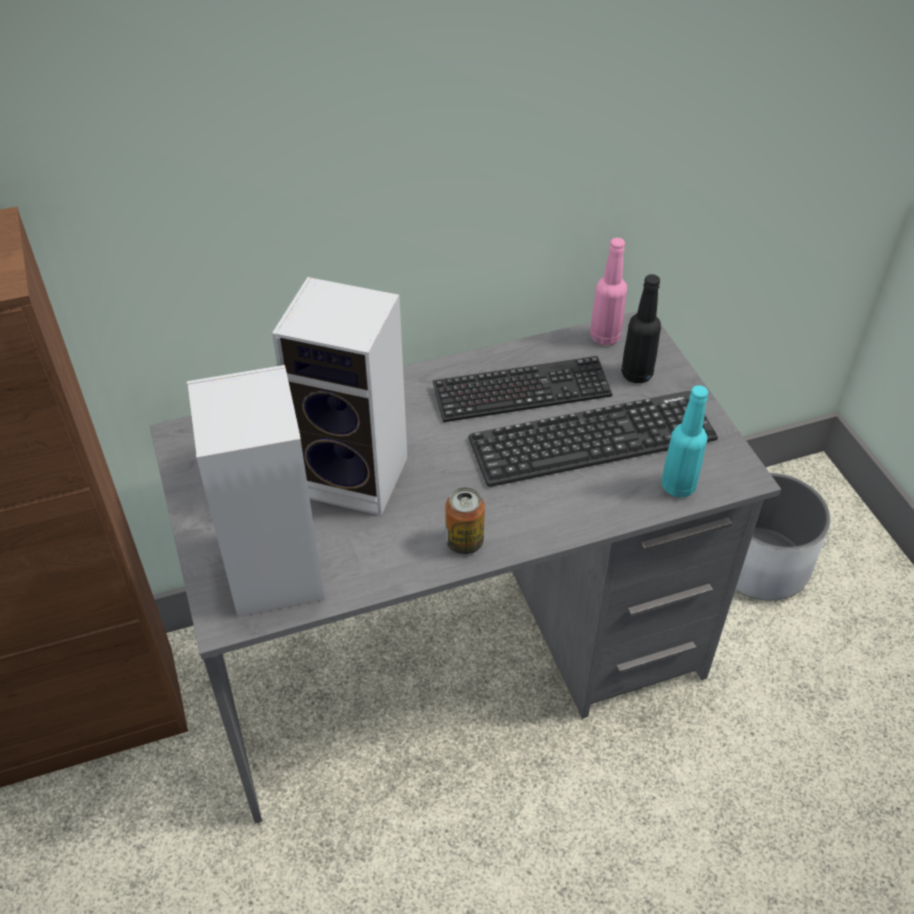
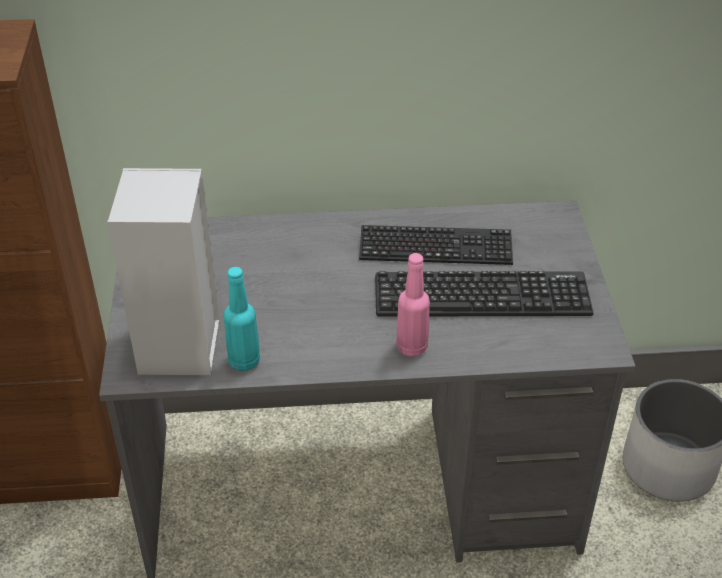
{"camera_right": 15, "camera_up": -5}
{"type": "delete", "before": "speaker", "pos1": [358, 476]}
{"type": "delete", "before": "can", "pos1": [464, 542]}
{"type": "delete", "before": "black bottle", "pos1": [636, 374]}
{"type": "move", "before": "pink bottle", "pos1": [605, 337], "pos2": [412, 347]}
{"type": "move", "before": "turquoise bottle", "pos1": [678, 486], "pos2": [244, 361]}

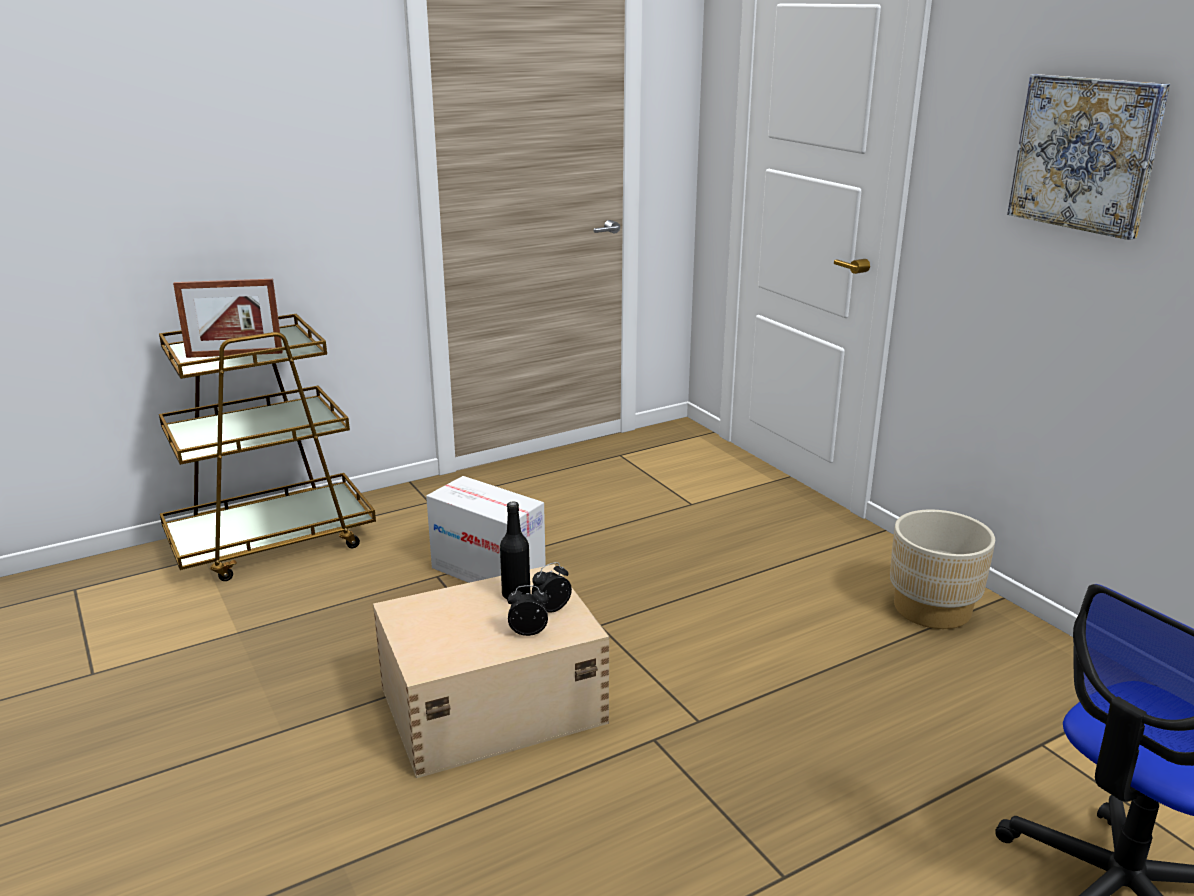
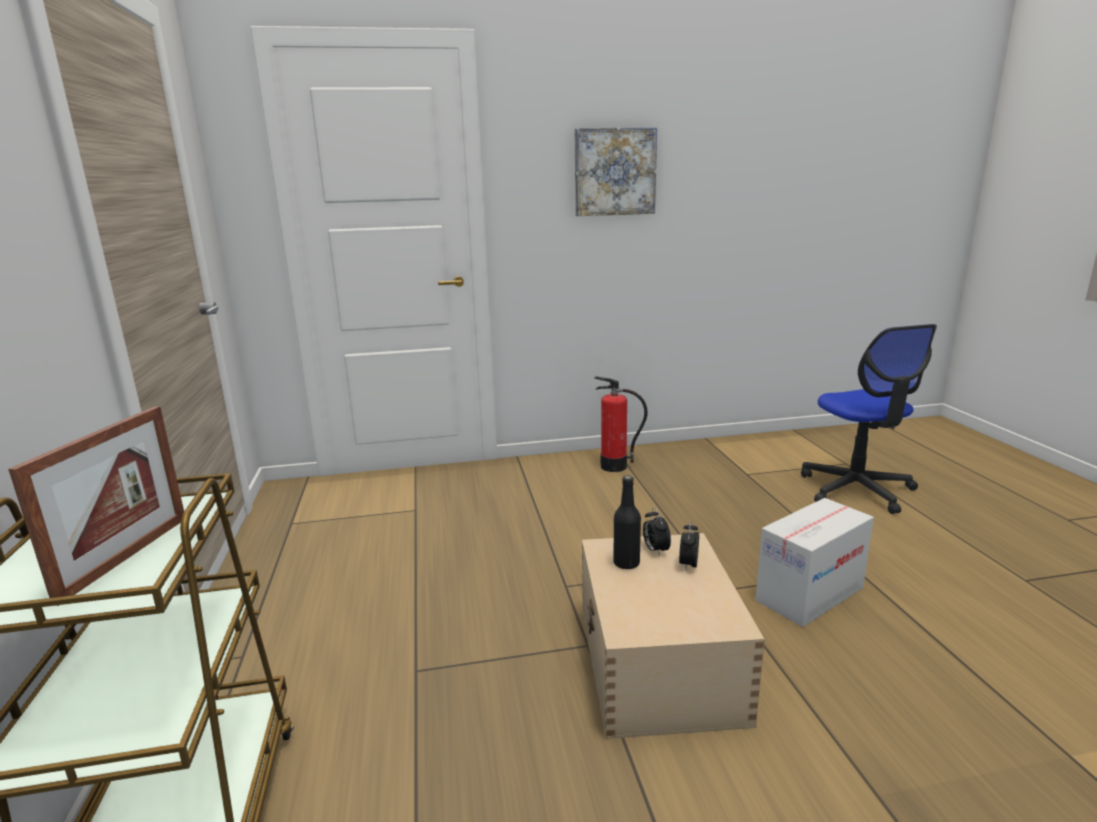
{"camera_right": -70, "camera_up": -5}
{"type": "move", "before": "cardboard box", "pos1": [488, 572], "pos2": [809, 594]}
{"type": "replace", "before": "beige planter", "after": "fire extinguisher", "pos1": [931, 608], "pos2": [614, 466]}

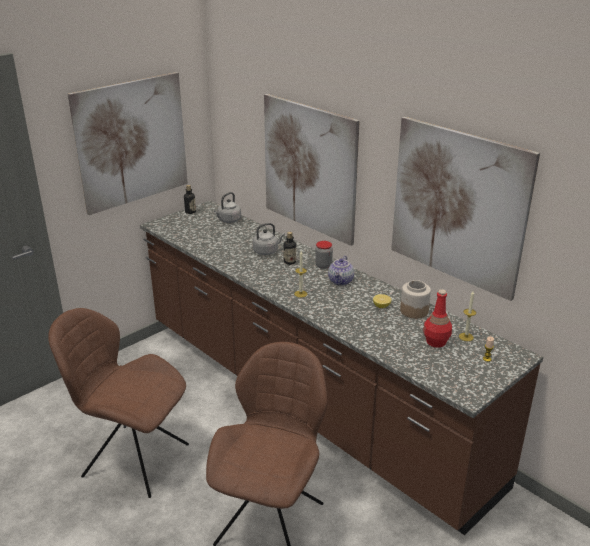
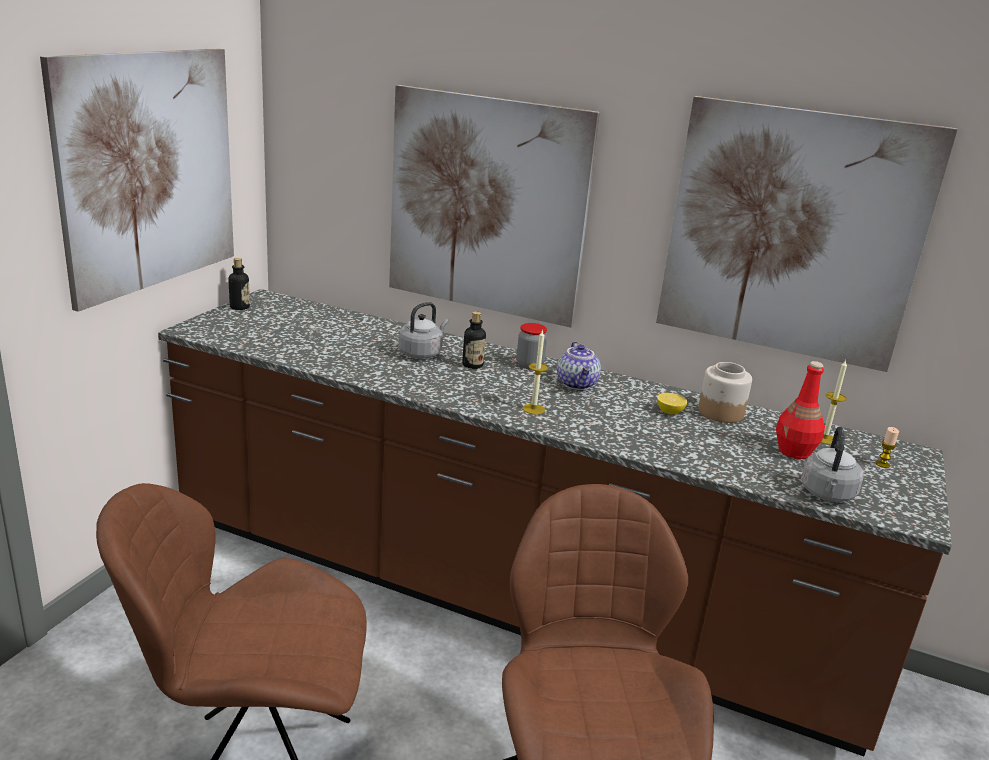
{"camera_right": -25, "camera_up": -5}
{"type": "move", "before": "grey kettle", "pos1": [228, 220], "pos2": [827, 494]}

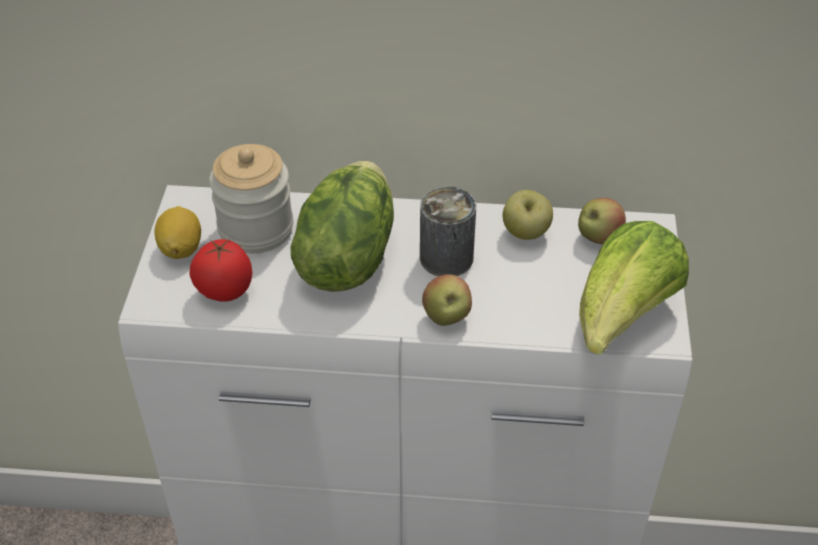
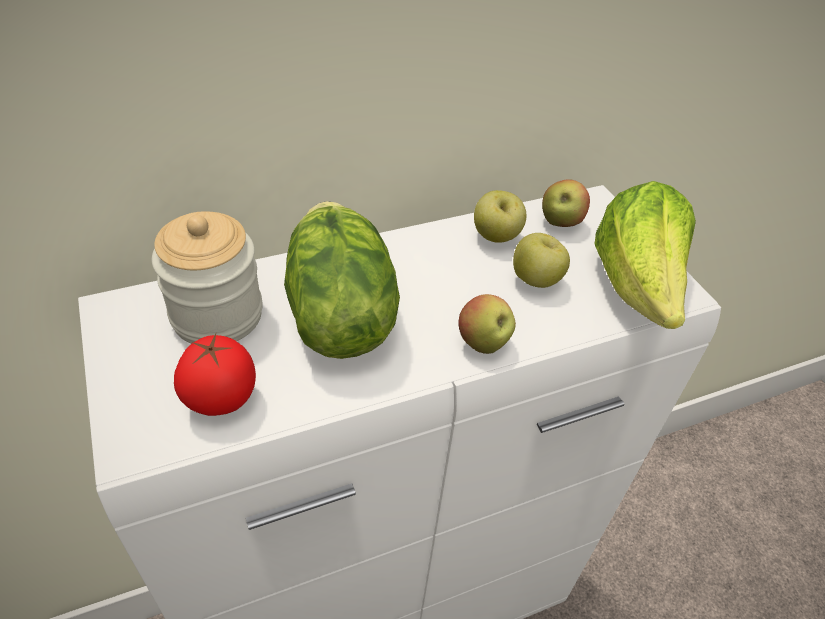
{"camera_right": -30, "camera_up": 0}
{"type": "delete", "before": "lemon", "pos1": [181, 248]}
{"type": "delete", "before": "can", "pos1": [446, 258]}
{"type": "insert", "after": "apple", "pos2": [536, 280]}

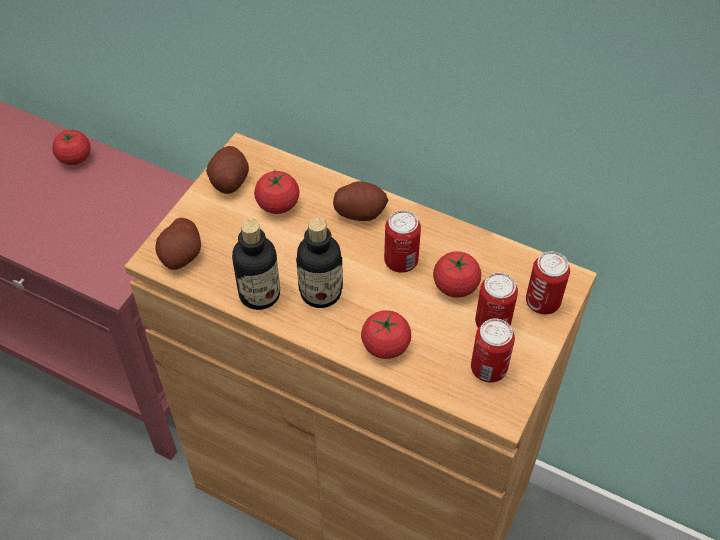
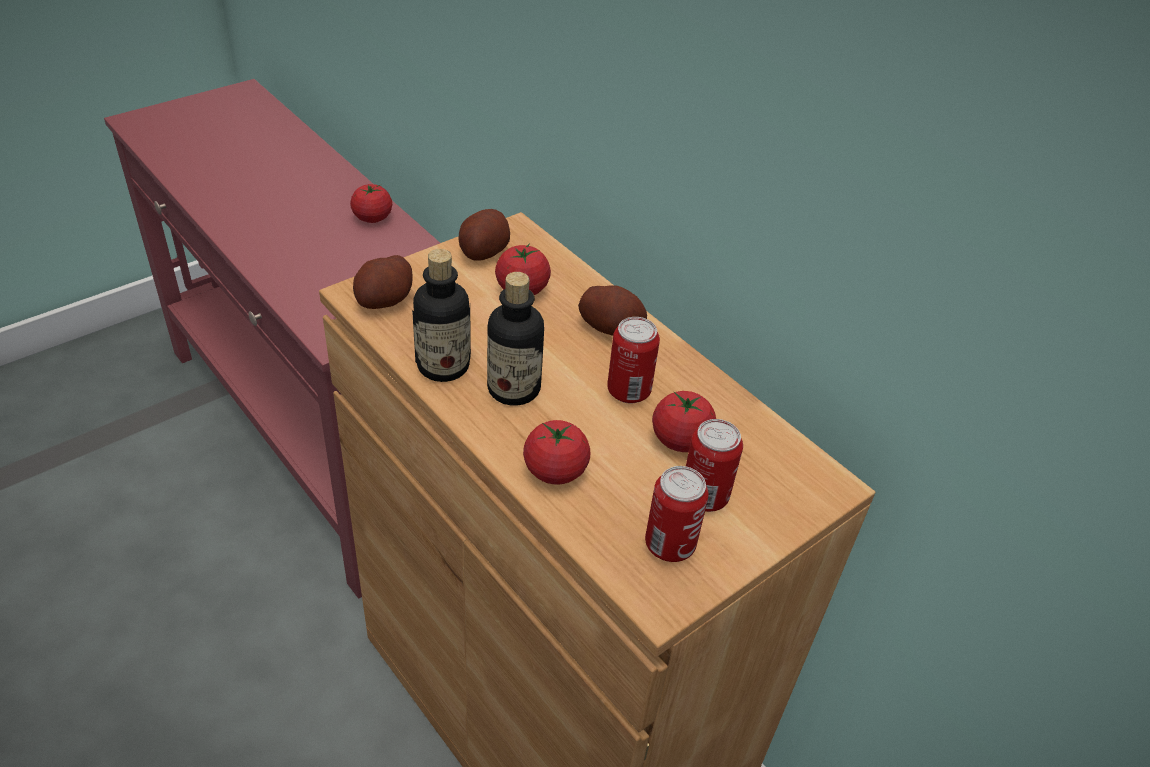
{"camera_right": 20, "camera_up": -10}
{"type": "delete", "before": "can", "pos1": [542, 302]}

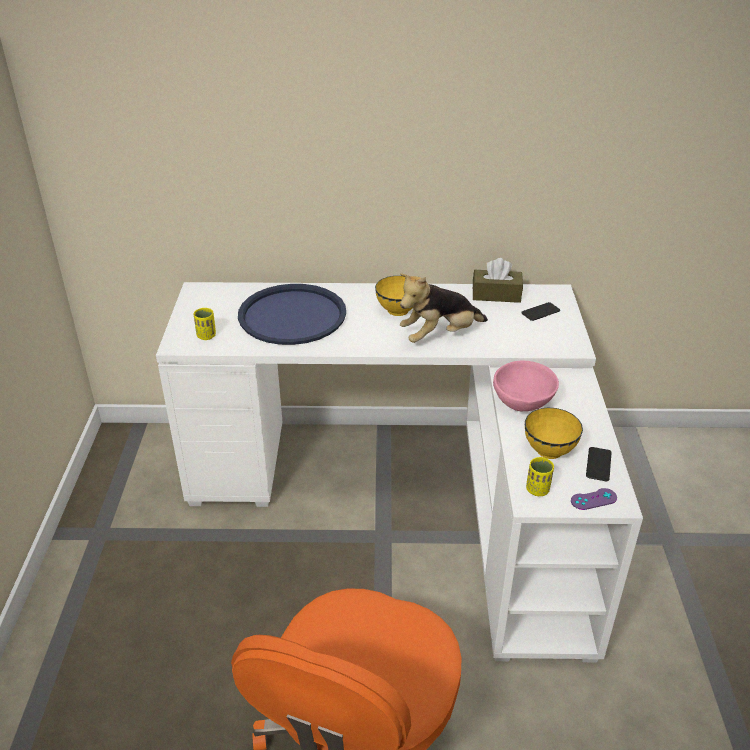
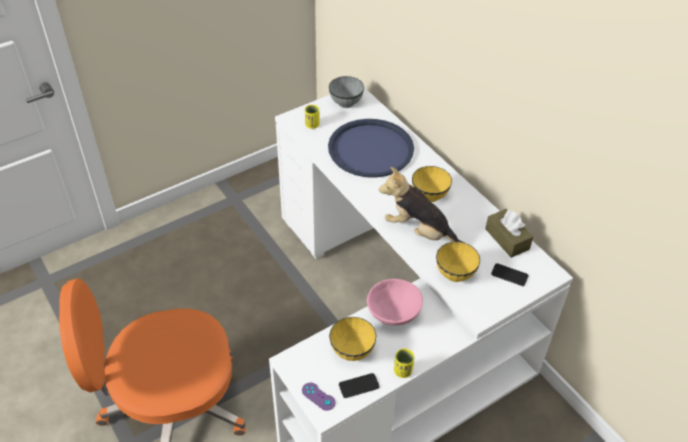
{"camera_right": 55, "camera_up": 10}
{"type": "insert", "after": "grey bowl", "pos2": [345, 102]}
{"type": "insert", "after": "yellow bowl", "pos2": [454, 274]}
{"type": "move", "before": "yellow cup", "pos1": [537, 490], "pos2": [403, 371]}

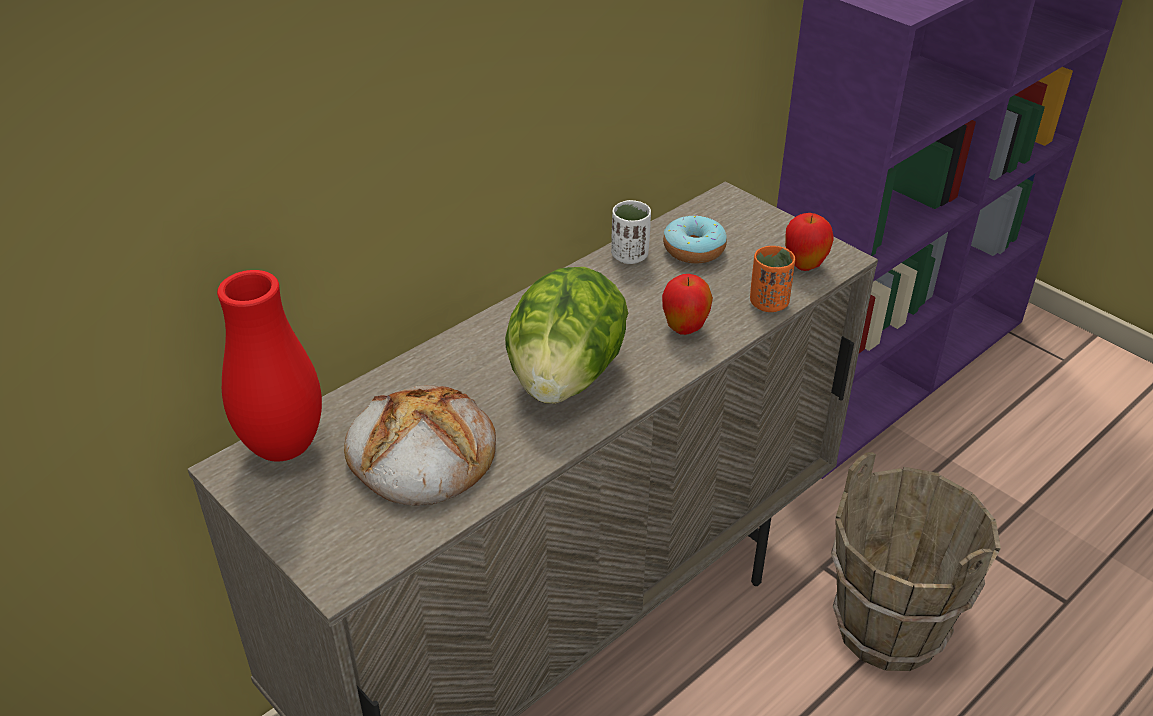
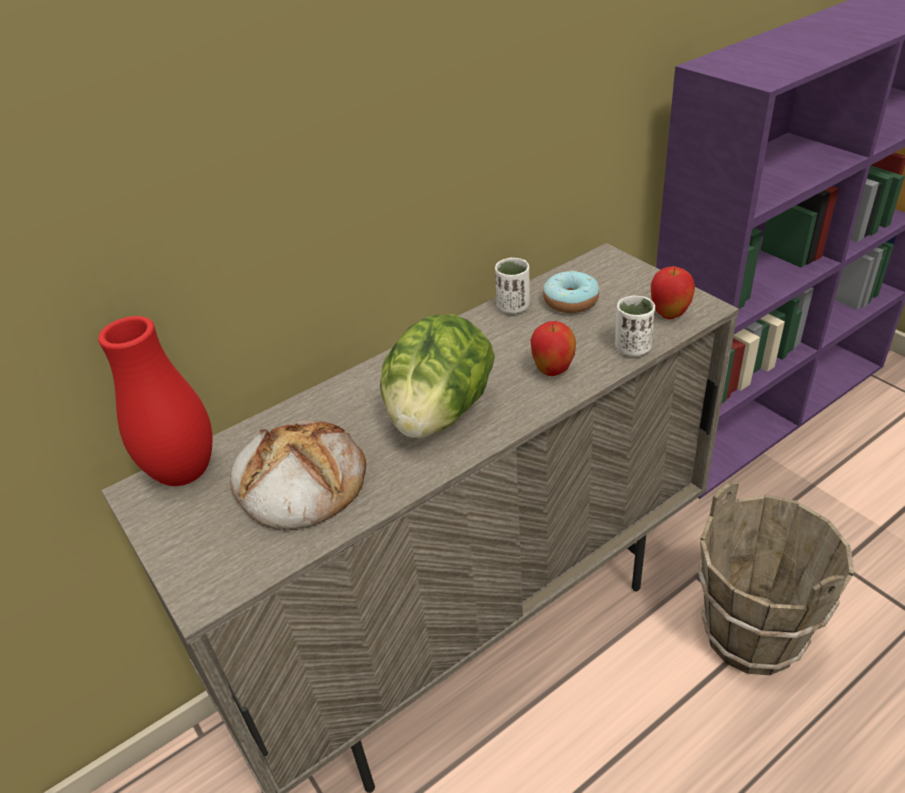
{"camera_right": 10, "camera_up": 0}
{"type": "recolor", "before": "orange cup", "after": "white cup", "pos1": [768, 303], "pos2": [632, 348]}

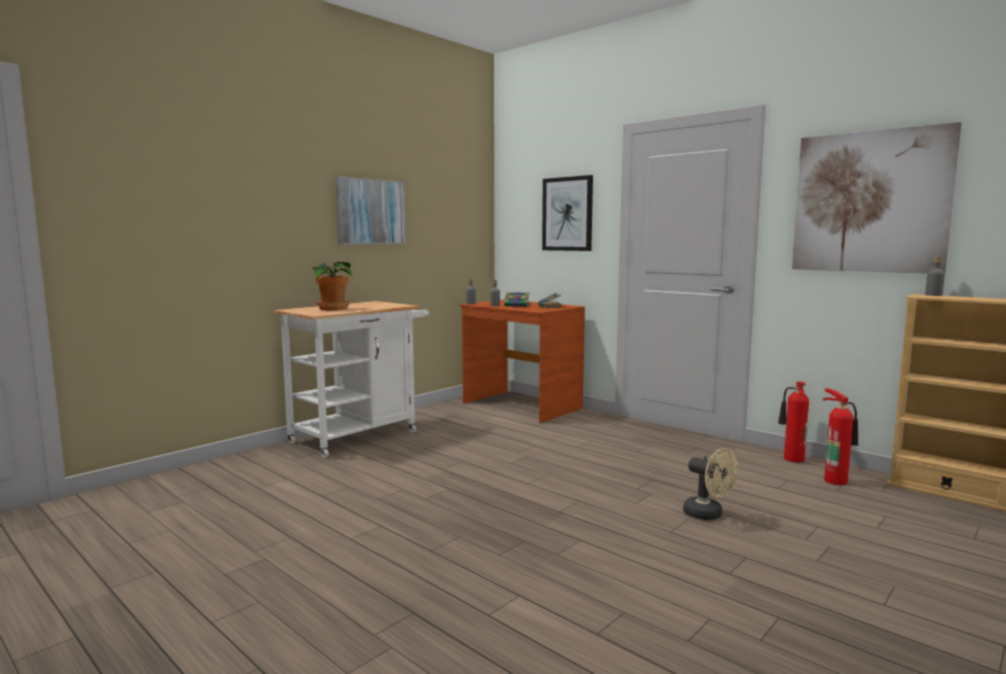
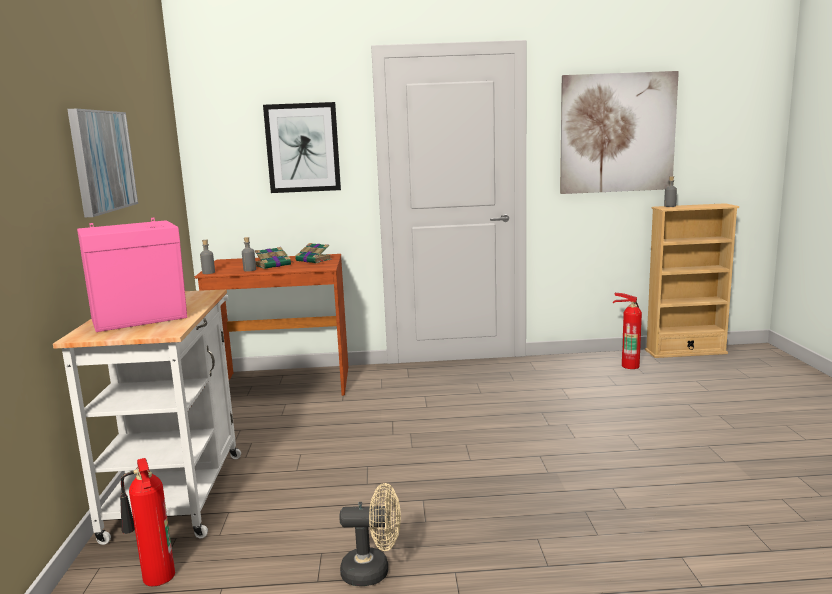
{"camera_right": -45, "camera_up": 5}
{"type": "move", "before": "beige fan", "pos1": [708, 515], "pos2": [373, 571]}
{"type": "move", "before": "fire extinguisher", "pos1": [792, 459], "pos2": [156, 579]}
{"type": "replace", "before": "potted plant", "after": "pink speaker", "pos1": [332, 309], "pos2": [142, 320]}

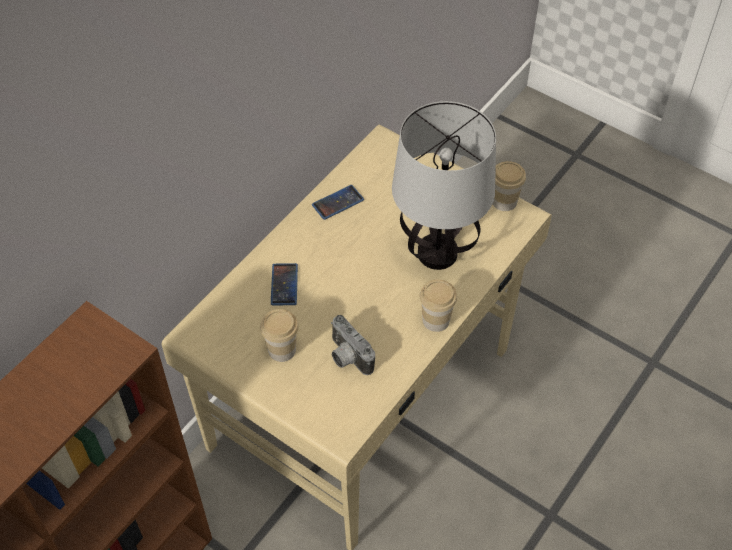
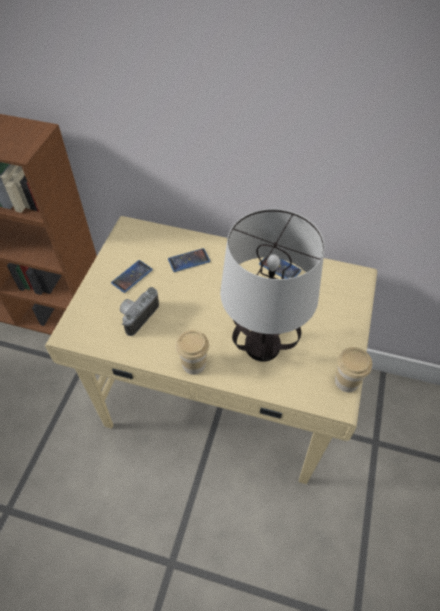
{"camera_right": 70, "camera_up": 0}
{"type": "replace", "before": "cup", "after": "phone", "pos1": [282, 350], "pos2": [132, 276]}

